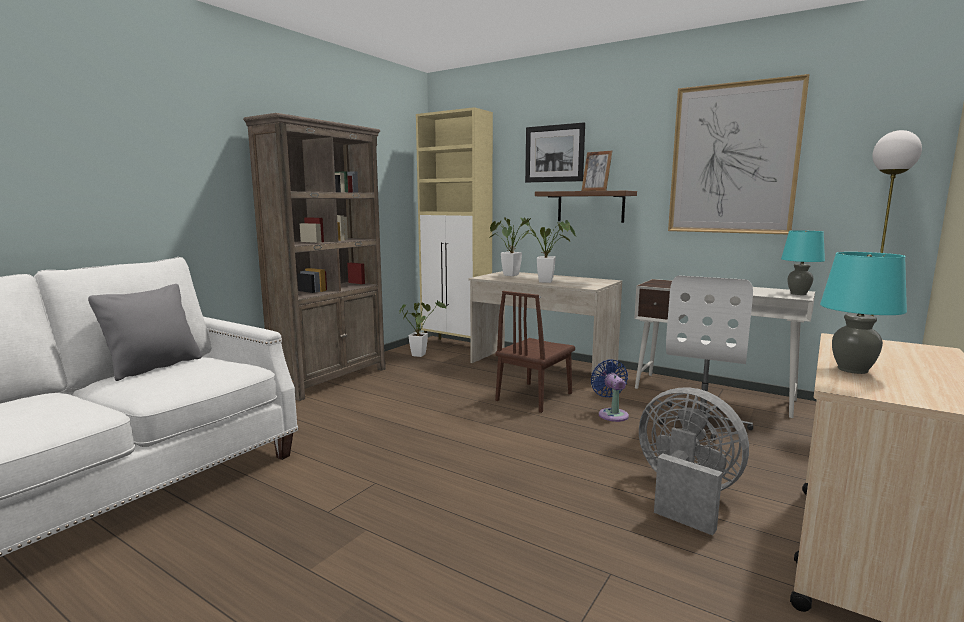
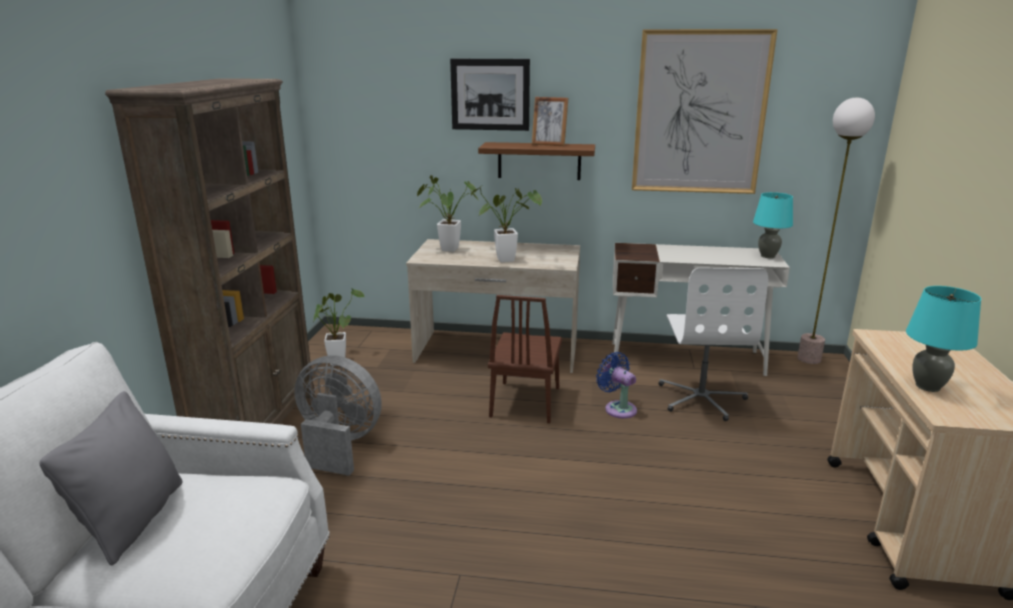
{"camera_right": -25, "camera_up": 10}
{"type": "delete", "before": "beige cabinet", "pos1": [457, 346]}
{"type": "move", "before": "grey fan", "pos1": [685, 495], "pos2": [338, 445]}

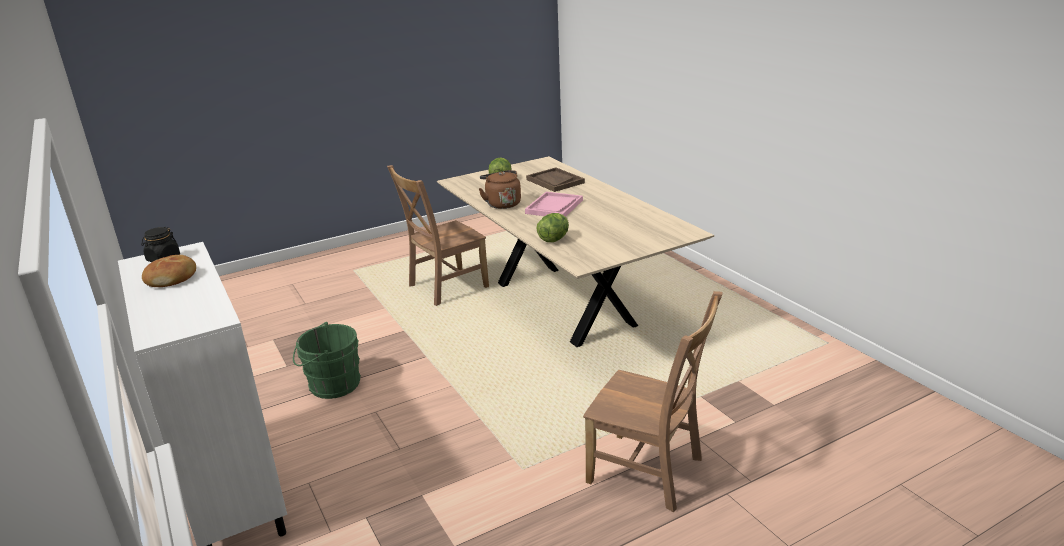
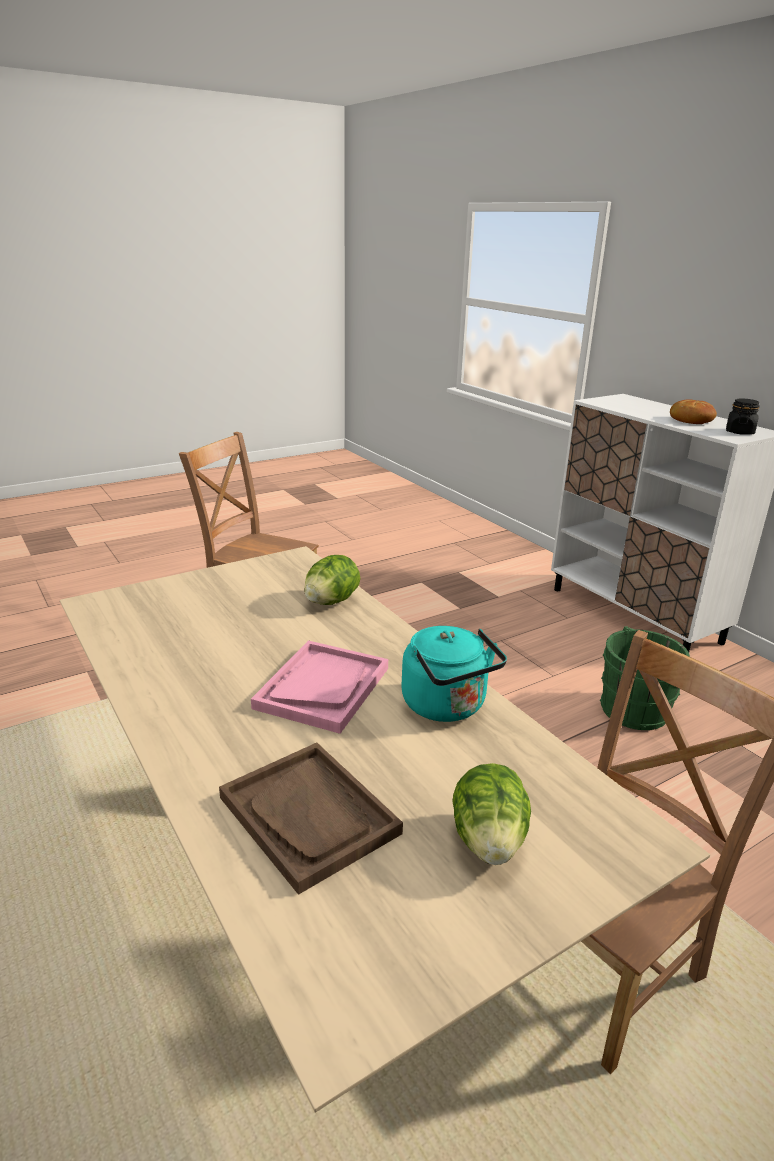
{"camera_right": 175, "camera_up": 0}
{"type": "recolor", "before": "brown kettle", "after": "turquoise kettle", "pos1": [502, 204], "pos2": [447, 706]}

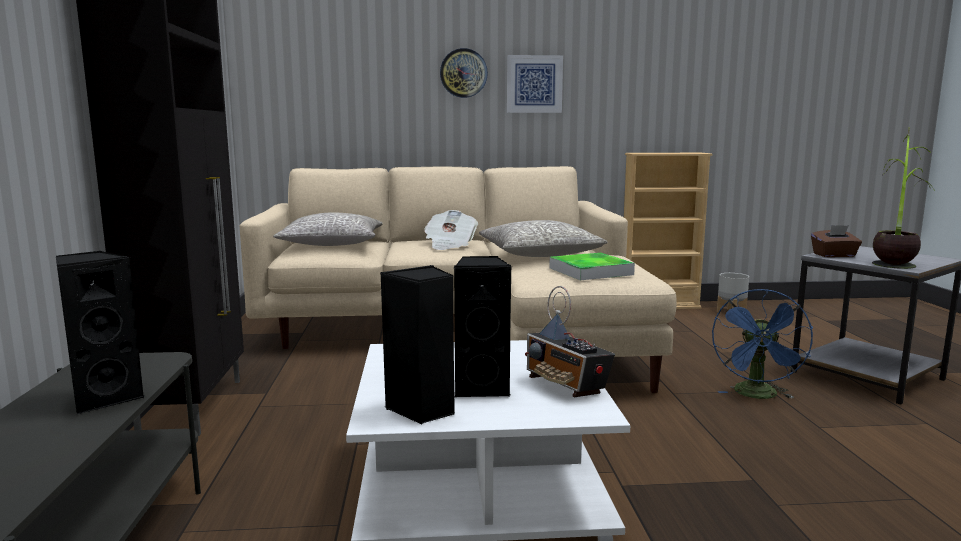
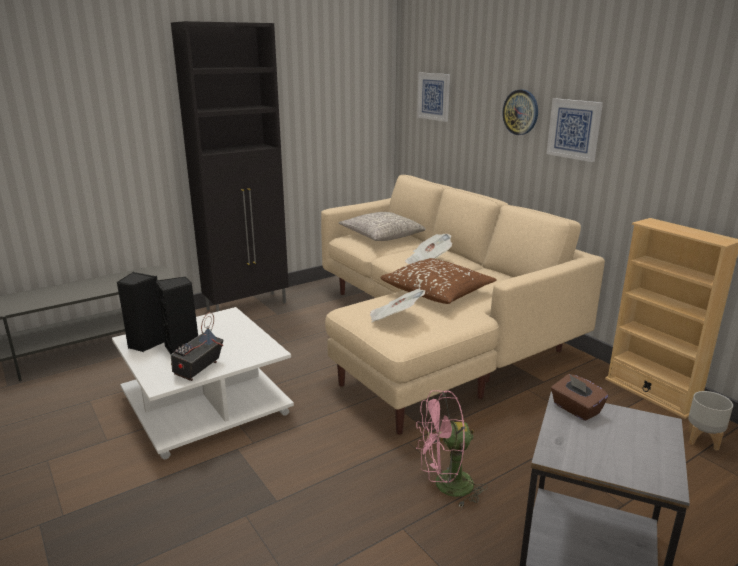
{"camera_right": 60, "camera_up": 10}
{"type": "delete", "before": "black speaker", "pos1": [105, 398]}
{"type": "delete", "before": "potted plant", "pos1": [895, 260]}
{"type": "insert", "after": "picture", "pos2": [434, 96]}
{"type": "replace", "before": "tray", "after": "newspaper", "pos1": [590, 271], "pos2": [394, 319]}
{"type": "recolor", "before": "grey pillow", "after": "brown pillow", "pos1": [540, 254], "pos2": [438, 292]}
{"type": "recolor", "before": "blue fan", "after": "pink fan", "pos1": [757, 396], "pos2": [445, 486]}

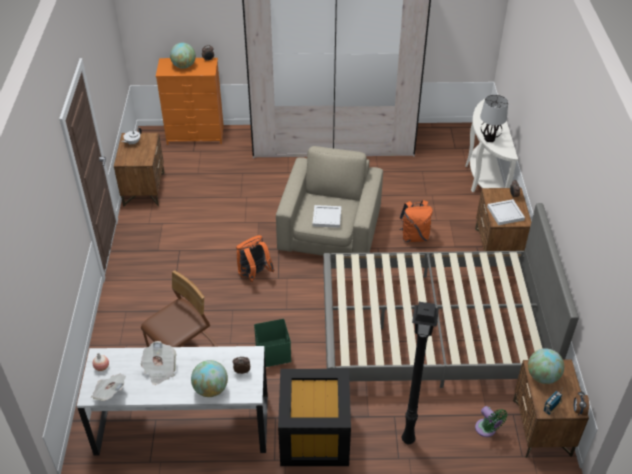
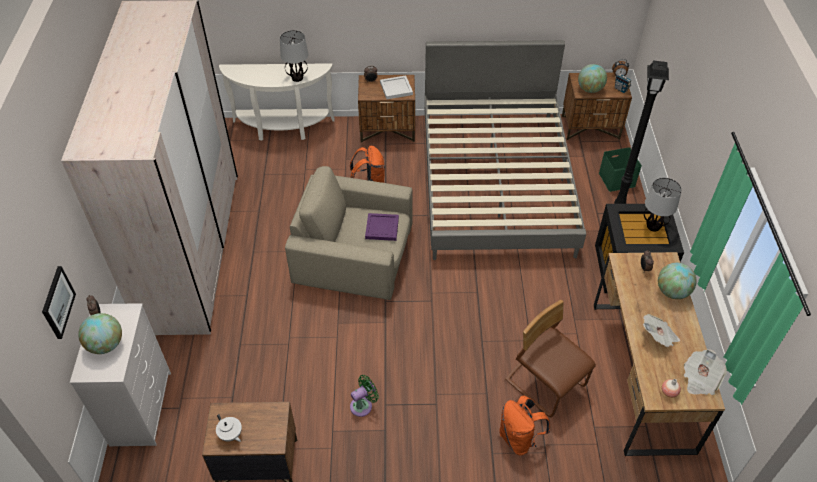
{"camera_right": -90, "camera_up": 5}
{"type": "insert", "after": "picture", "pos2": [57, 302]}
{"type": "insert", "after": "table lamp", "pos2": [653, 226]}
{"type": "move", "before": "orange backpack", "pos1": [254, 275], "pos2": [519, 438]}
{"type": "move", "before": "green storage box", "pos1": [272, 352], "pos2": [616, 180]}
{"type": "move", "before": "green fan", "pos1": [487, 430], "pos2": [363, 405]}
{"type": "recolor", "before": "white desk", "after": "brown desk", "pos1": [183, 425], "pos2": [641, 374]}
{"type": "recolor", "before": "orange dresser", "after": "white dresser", "pos1": [196, 135], "pos2": [141, 407]}
{"type": "recolor", "before": "white tray", "after": "purple tray", "pos1": [326, 218], "pos2": [382, 228]}

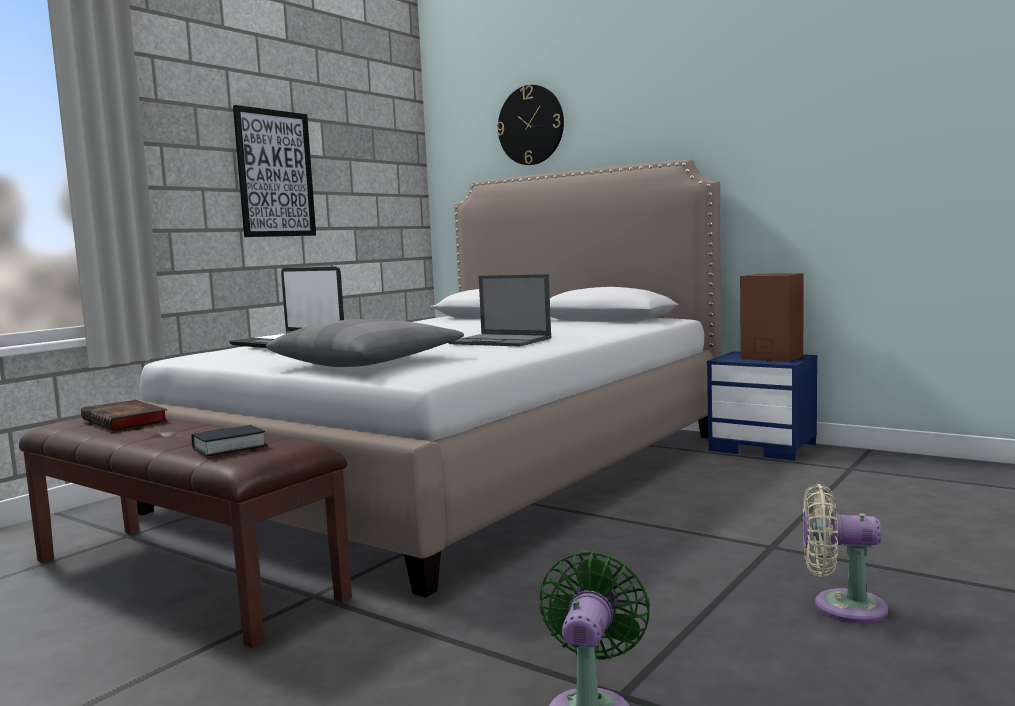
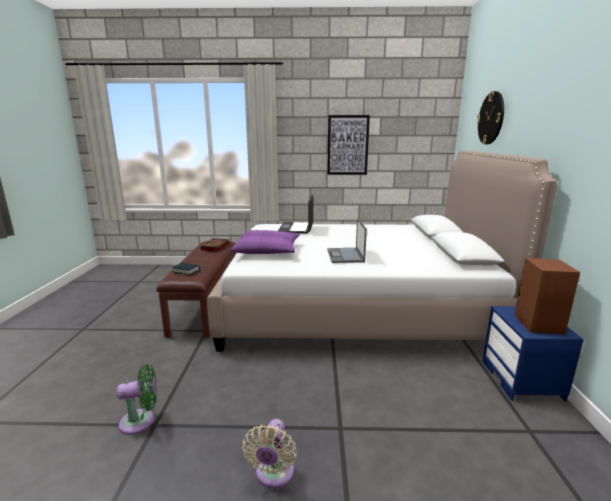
{"camera_right": 55, "camera_up": 10}
{"type": "recolor", "before": "grey pillow", "after": "purple pillow", "pos1": [367, 362], "pos2": [267, 250]}
{"type": "rotate", "before": "beige fan", "pos1": [841, 607], "pos2": [273, 475], "turn": -150}

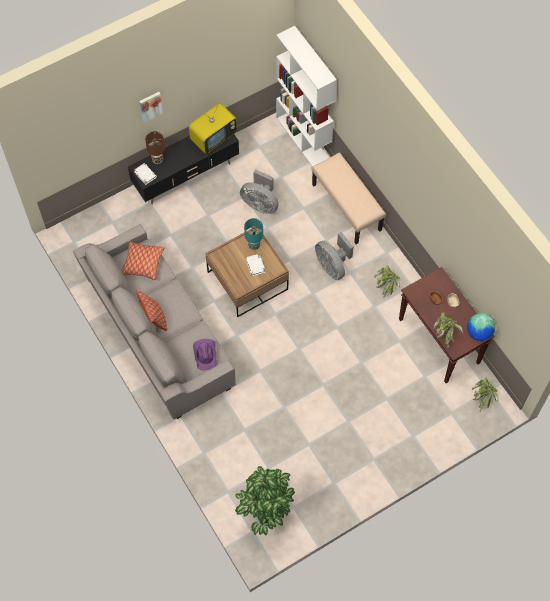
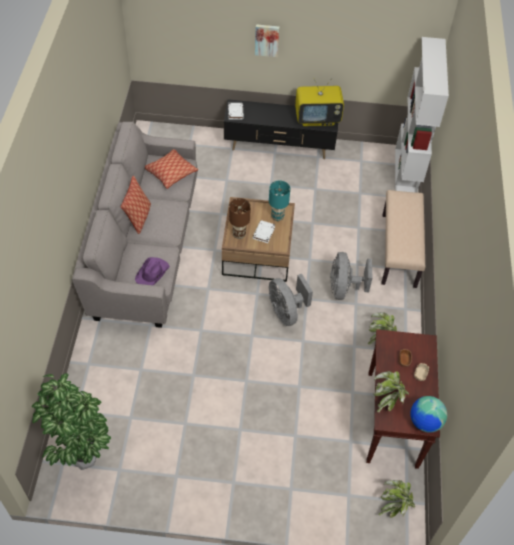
{"camera_right": 35, "camera_up": -10}
{"type": "move", "before": "brown table lamp", "pos1": [158, 160], "pos2": [239, 235]}
{"type": "move", "before": "grey fan", "pos1": [260, 204], "pos2": [286, 312]}

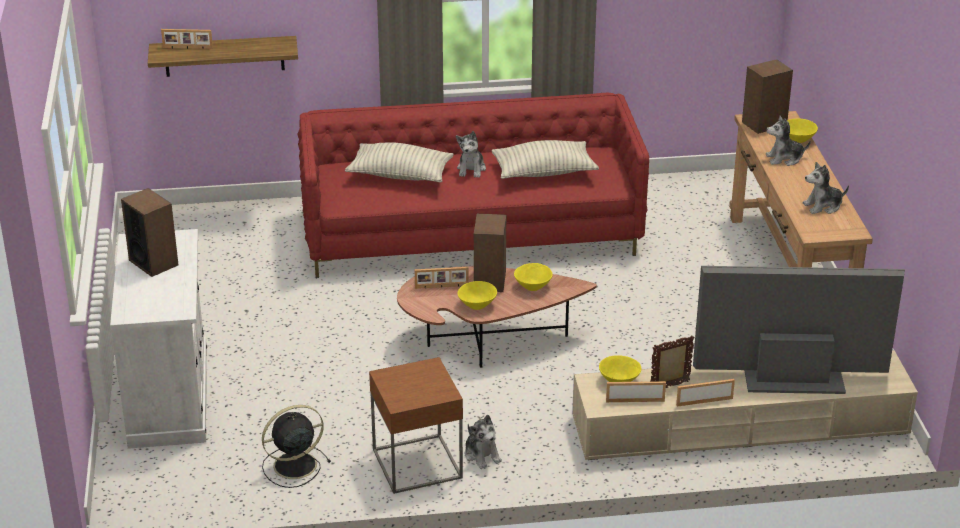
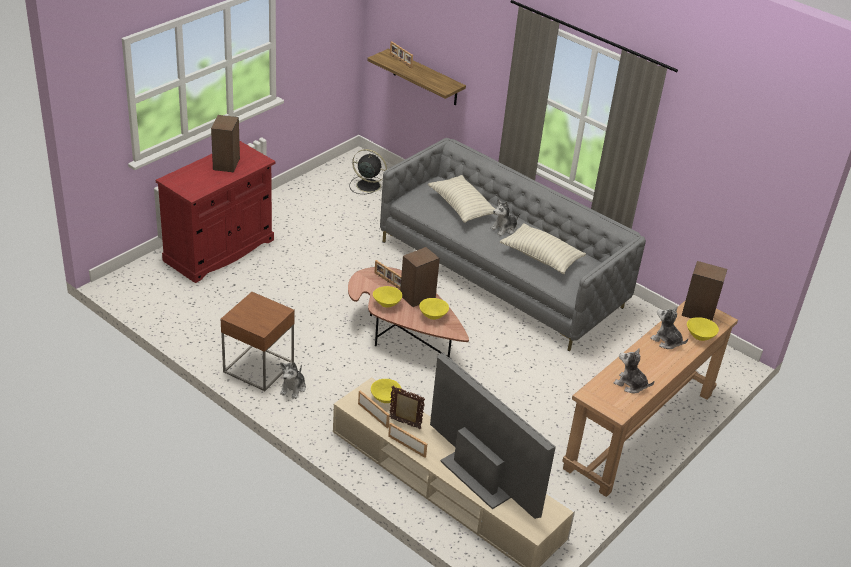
{"camera_right": 45, "camera_up": 5}
{"type": "move", "before": "black fan", "pos1": [293, 466], "pos2": [367, 185]}
{"type": "recolor", "before": "white cabinet", "after": "red cabinet", "pos1": [169, 396], "pos2": [219, 250]}
{"type": "recolor", "before": "red sofa", "after": "grey sofa", "pos1": [471, 233], "pos2": [501, 274]}

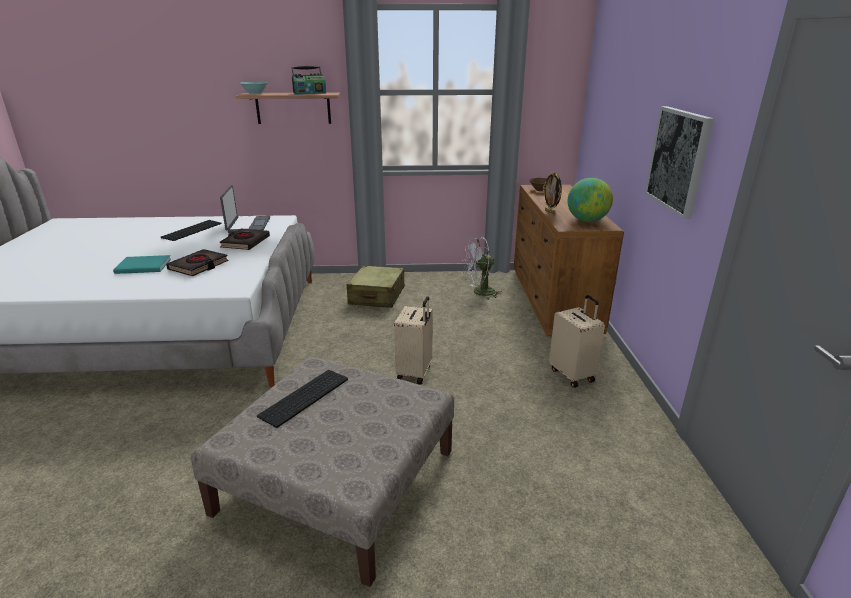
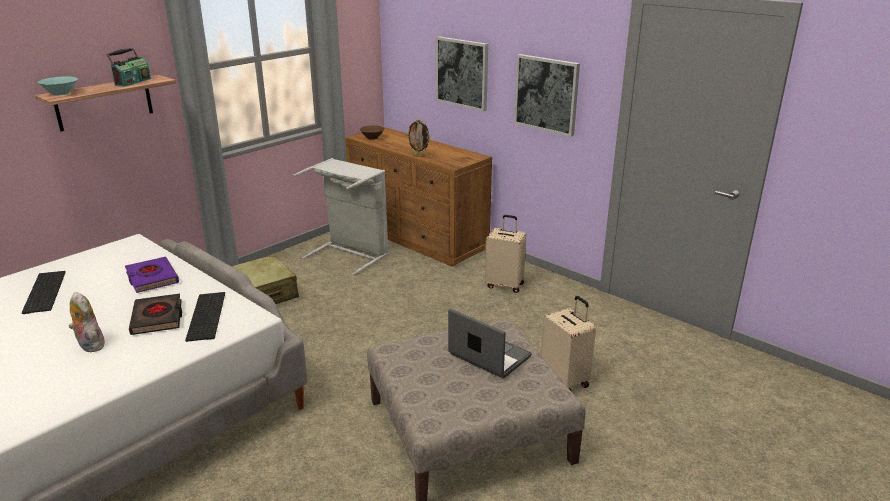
{"camera_right": -45, "camera_up": 0}
{"type": "delete", "before": "globe", "pos1": [587, 220]}
{"type": "insert", "after": "picture", "pos2": [462, 73]}
{"type": "move", "before": "laptop", "pos1": [248, 225], "pos2": [488, 356]}
{"type": "move", "before": "keyboard", "pos1": [305, 398], "pos2": [208, 316]}
{"type": "move", "before": "beige suitcase", "pos1": [415, 373], "pos2": [565, 380]}
{"type": "replace", "before": "turquoise book", "after": "plush toy", "pos1": [144, 266], "pos2": [89, 345]}
{"type": "replace", "before": "white fan", "after": "grey laundry basket", "pos1": [479, 292], "pos2": [351, 254]}
{"type": "recolor", "before": "black book", "after": "purple book", "pos1": [245, 242], "pos2": [152, 278]}

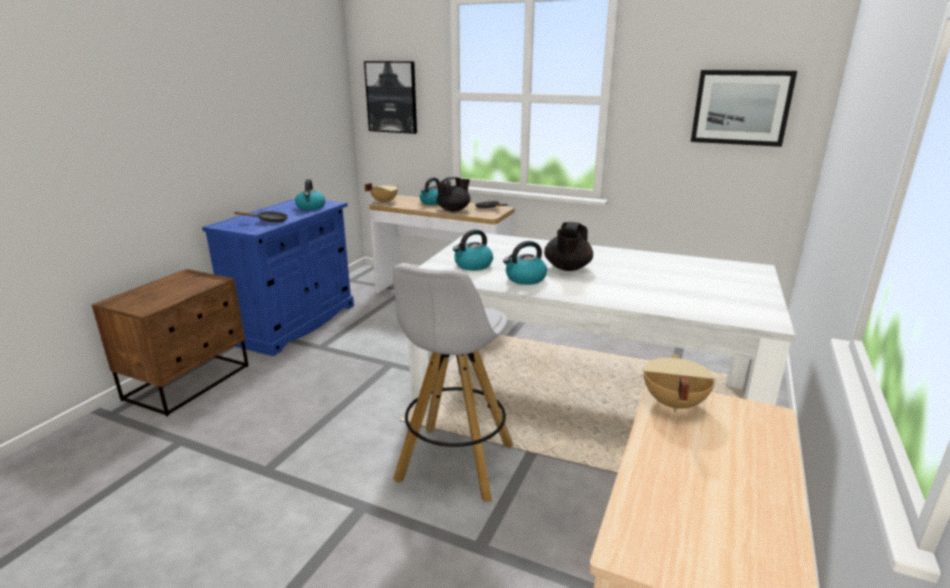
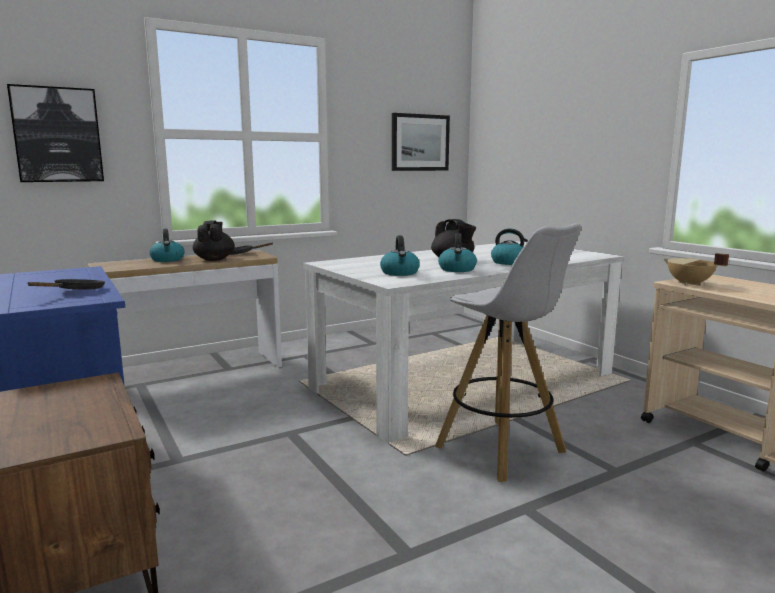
{"camera_right": -55, "camera_up": -10}
{"type": "delete", "before": "beige cooking pot", "pos1": [384, 202]}
{"type": "move", "before": "kettle", "pos1": [311, 207], "pos2": [509, 262]}

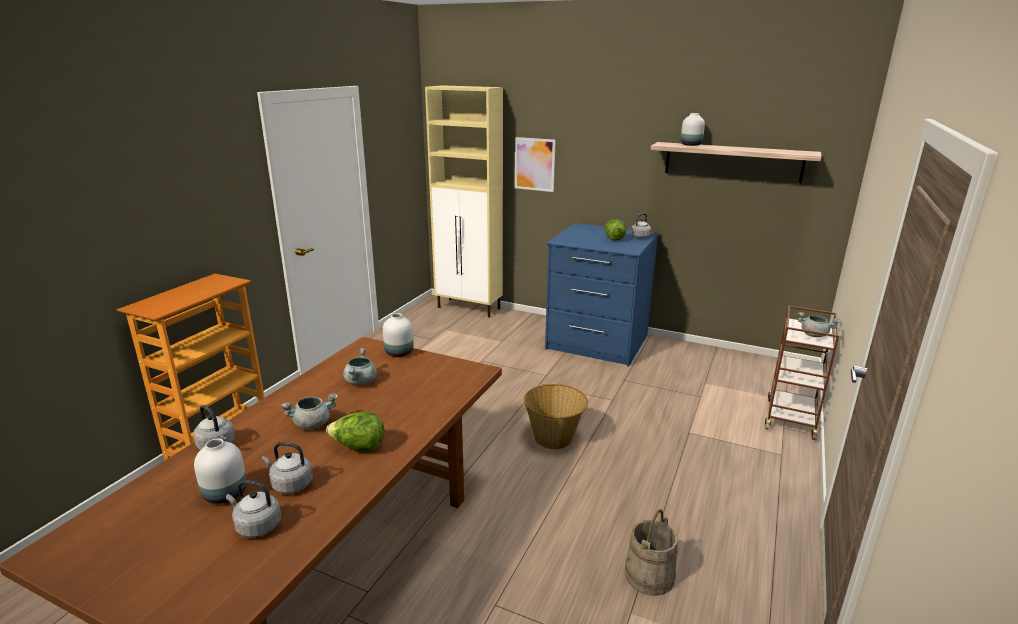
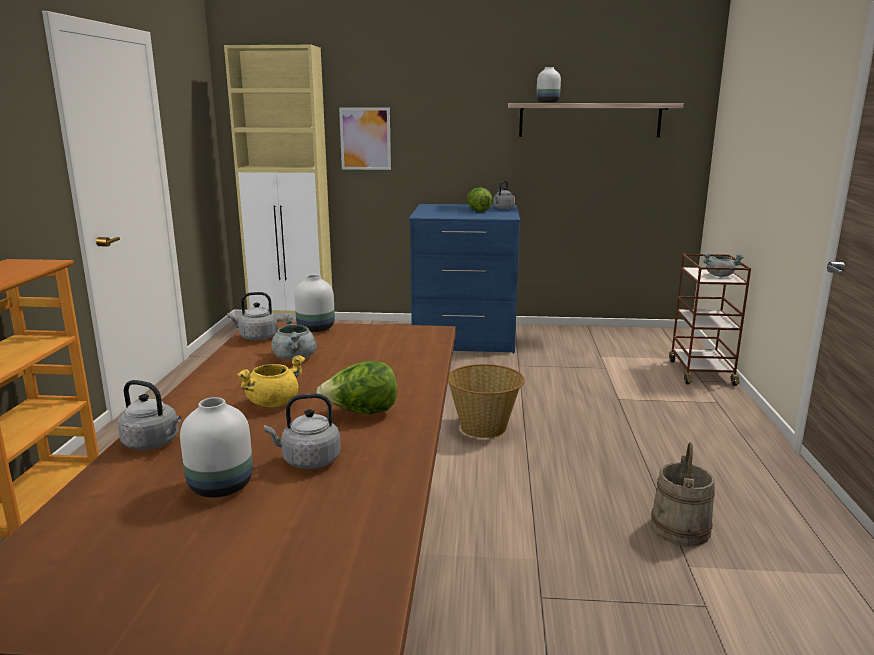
{"camera_right": -20, "camera_up": -5}
{"type": "move", "before": "grey kettle", "pos1": [256, 526], "pos2": [256, 337]}
{"type": "recolor", "before": "grey cooking pot", "after": "yellow cooking pot", "pos1": [313, 424], "pos2": [273, 402]}

